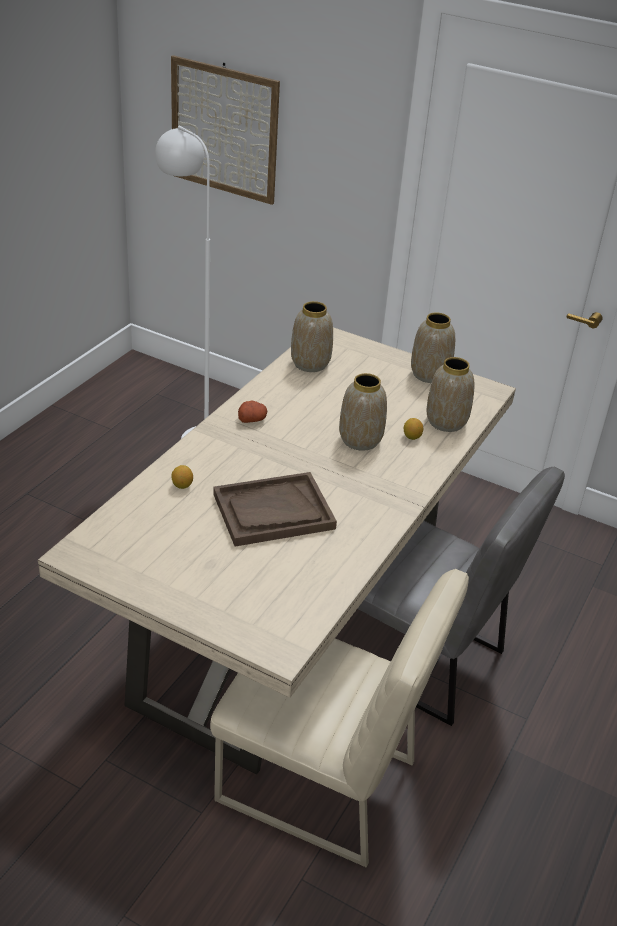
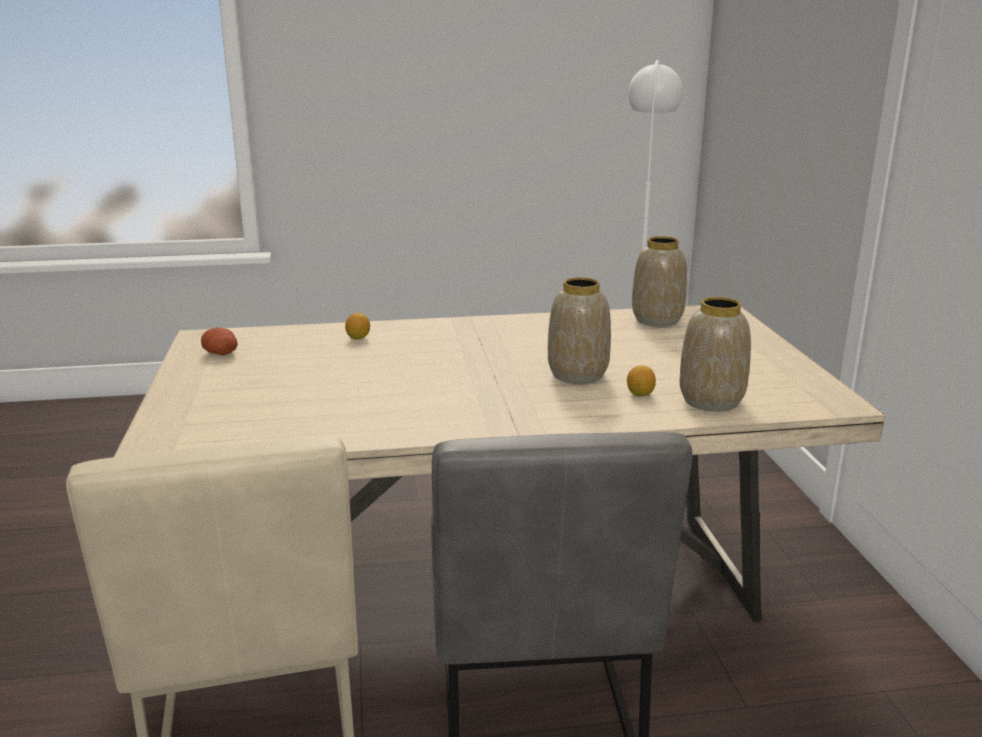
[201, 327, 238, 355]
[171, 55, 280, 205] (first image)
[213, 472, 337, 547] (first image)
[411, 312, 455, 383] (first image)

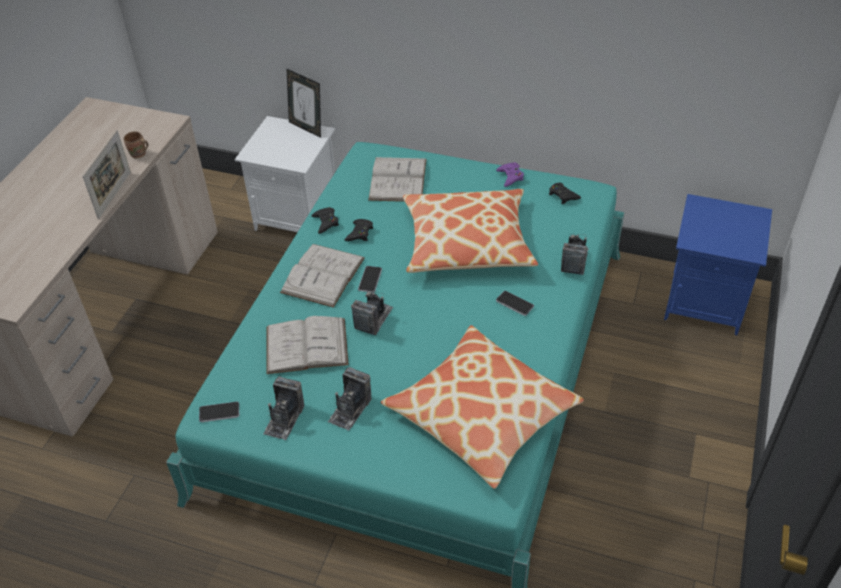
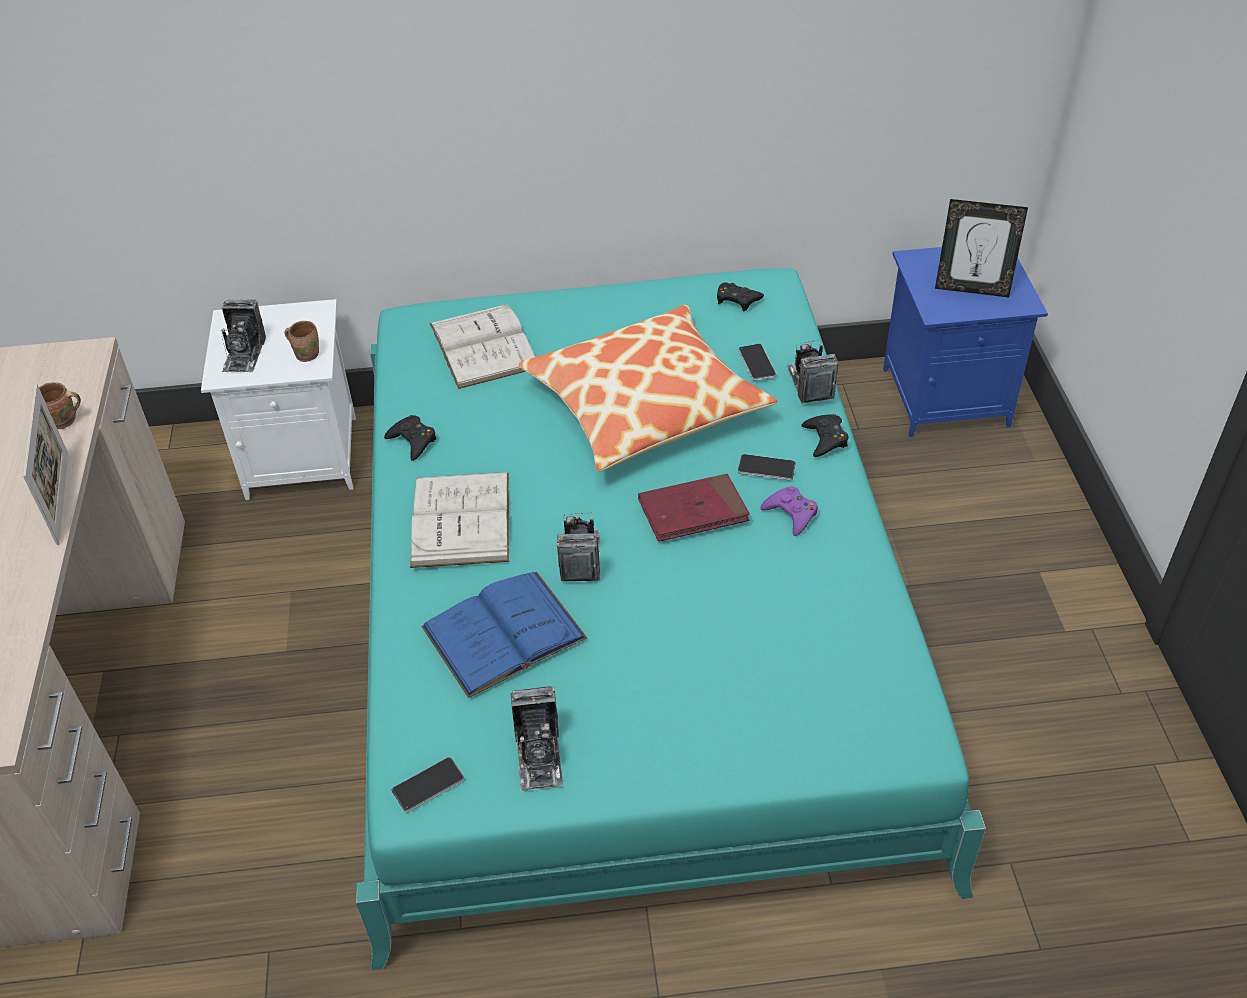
[221, 300, 266, 372]
[285, 321, 319, 362]
[421, 571, 587, 698]
[638, 474, 750, 542]
[738, 344, 776, 381]
[761, 486, 818, 536]
[802, 414, 848, 457]
[935, 199, 1028, 297]
[381, 325, 584, 489] (first image)

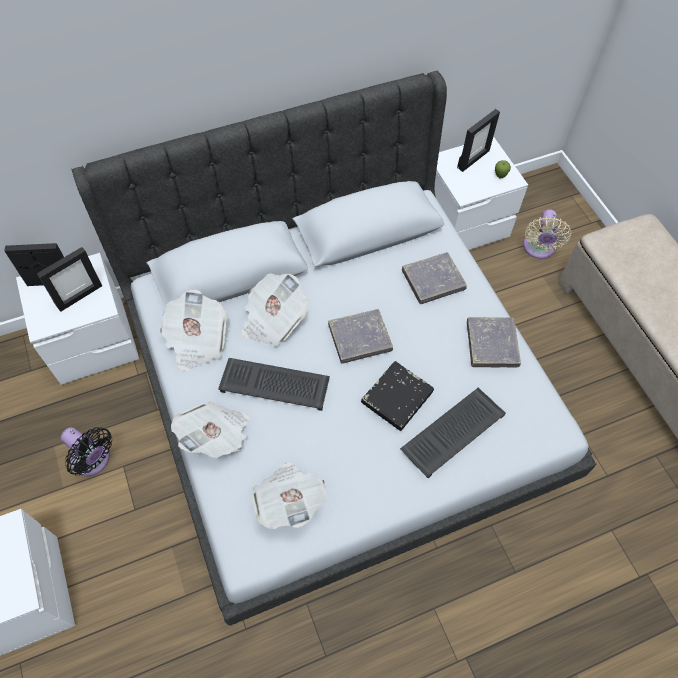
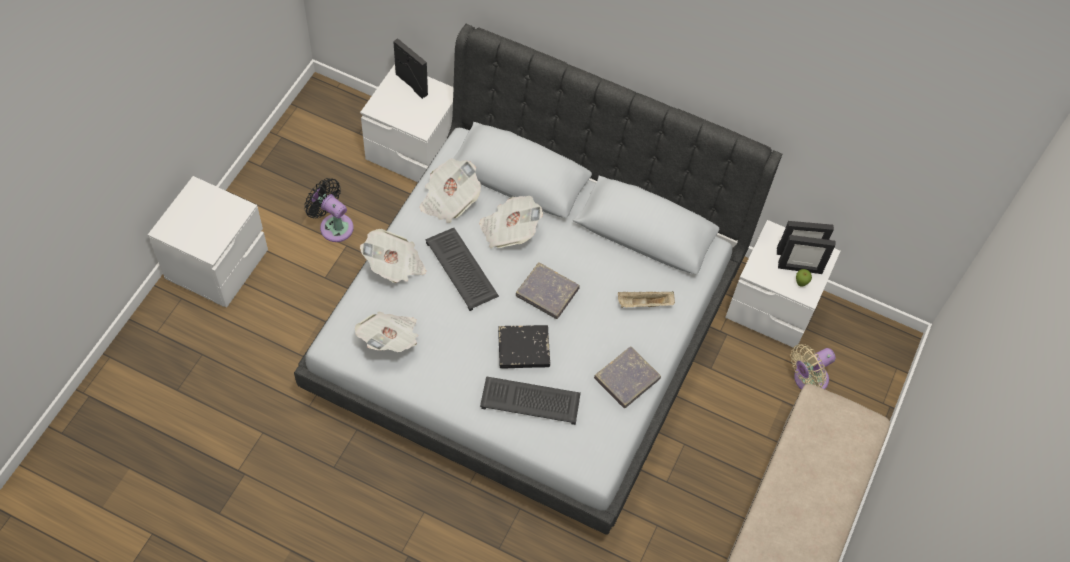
[304, 178, 354, 242]
[618, 292, 675, 308]
[778, 235, 835, 274]

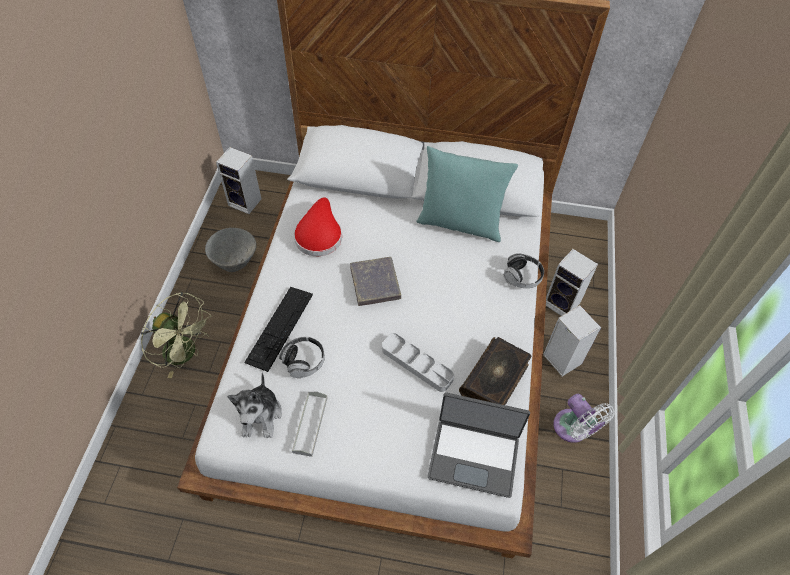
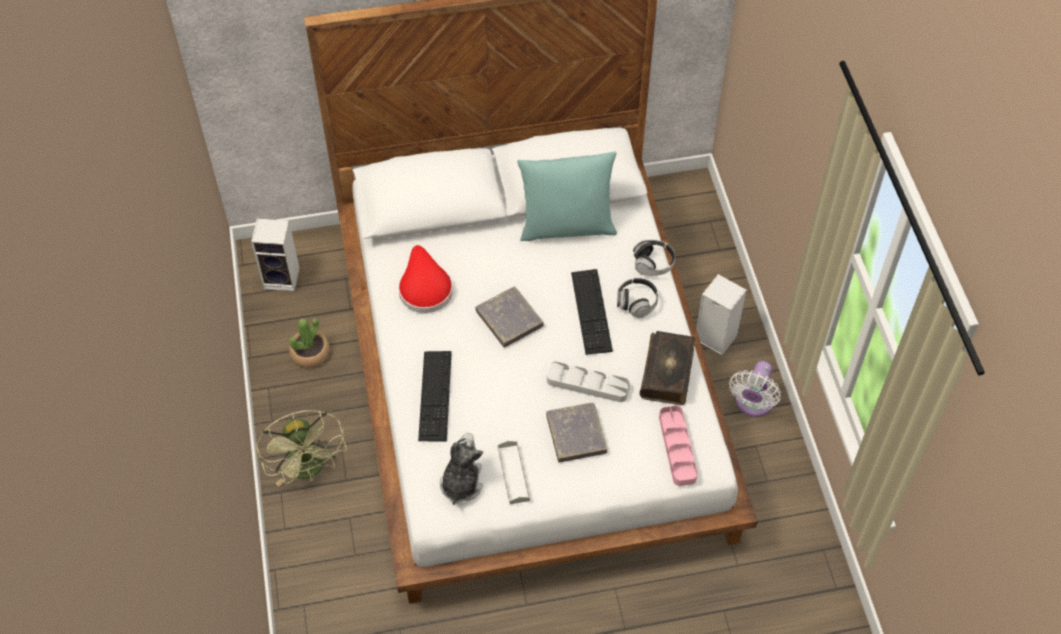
[256, 410, 347, 486]
[289, 318, 330, 368]
[440, 433, 483, 505]
[546, 403, 607, 462]
[571, 269, 613, 355]
[617, 278, 659, 318]
[659, 406, 698, 486]
[729, 361, 781, 417]
[546, 249, 598, 316] (first image)

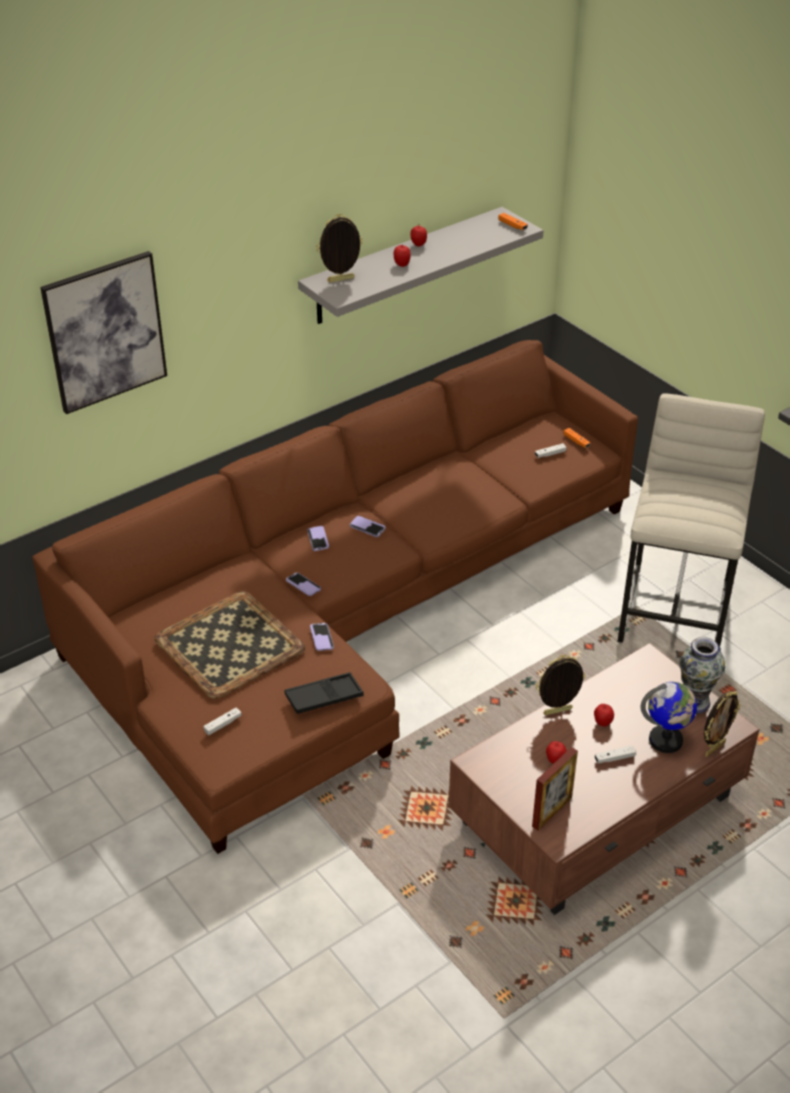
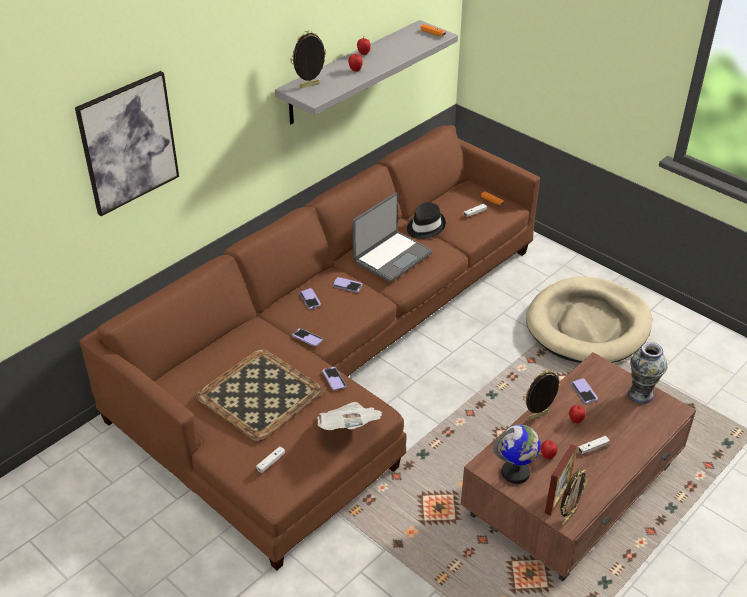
[317, 402, 382, 430]
[353, 192, 433, 282]
[407, 202, 446, 239]
[494, 424, 540, 484]
[526, 277, 652, 363]
[560, 469, 587, 527]
[571, 378, 598, 404]

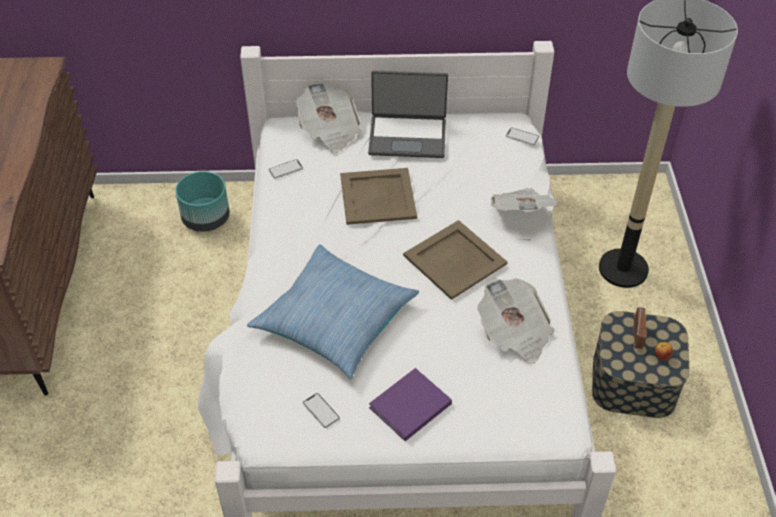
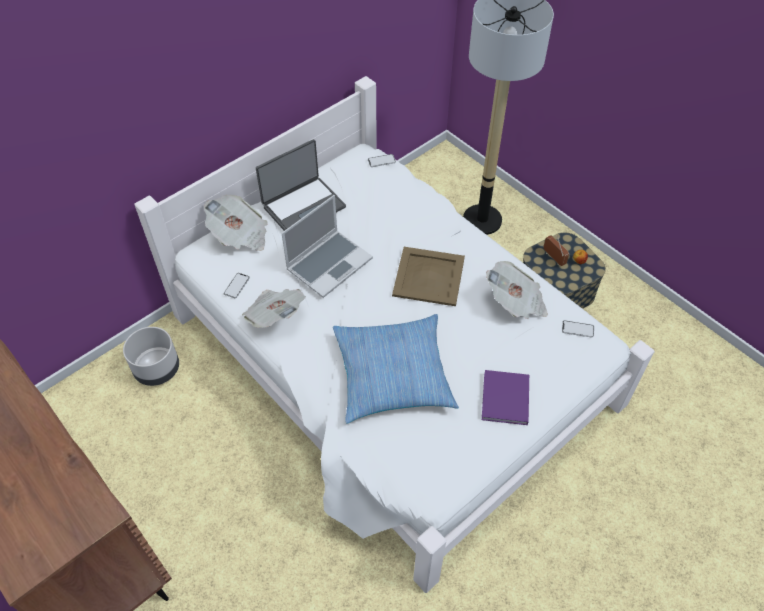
[123, 327, 179, 386]
[242, 289, 306, 328]
[281, 195, 373, 298]
[562, 320, 594, 338]

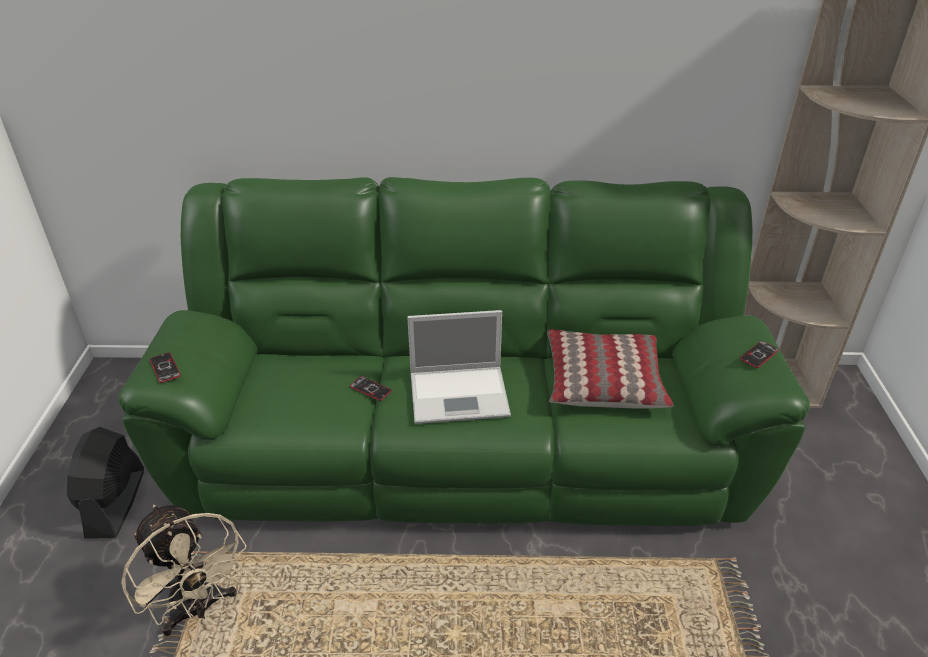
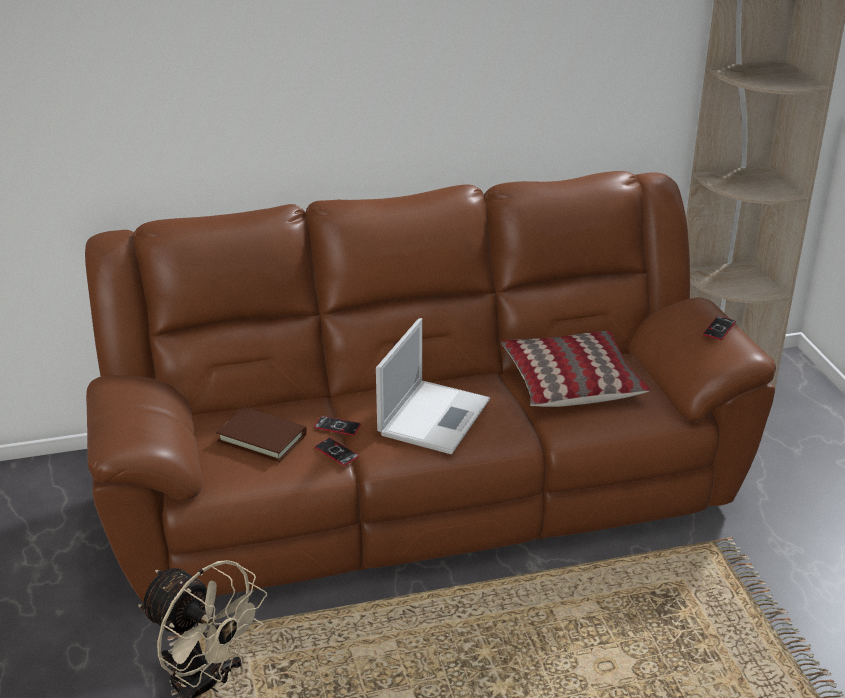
[85, 171, 776, 602]
[216, 407, 307, 462]
[315, 438, 359, 466]
[376, 318, 490, 454]
[67, 427, 144, 539] (first image)

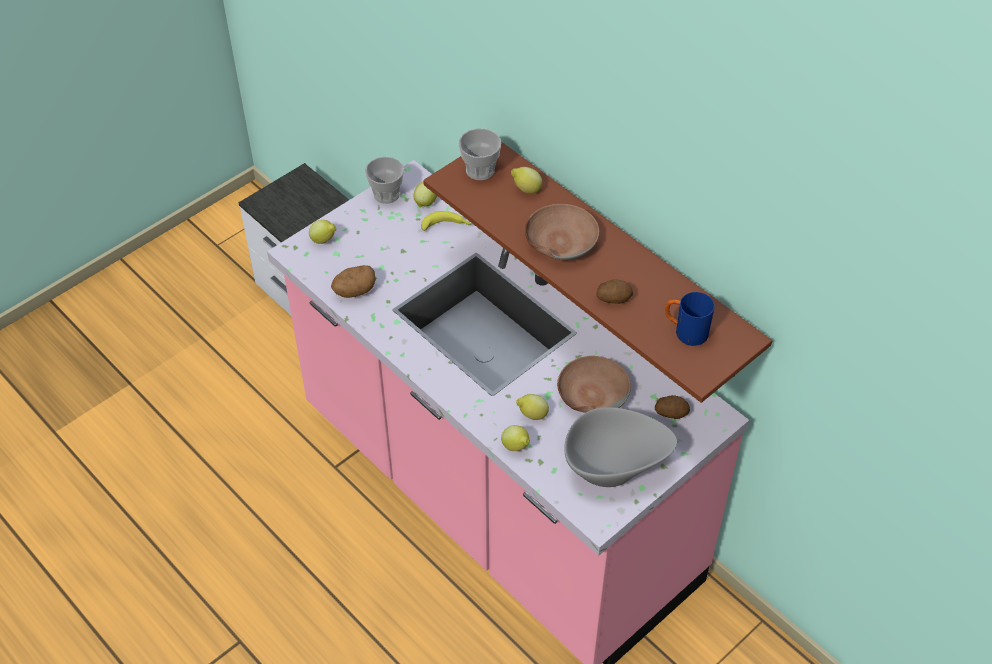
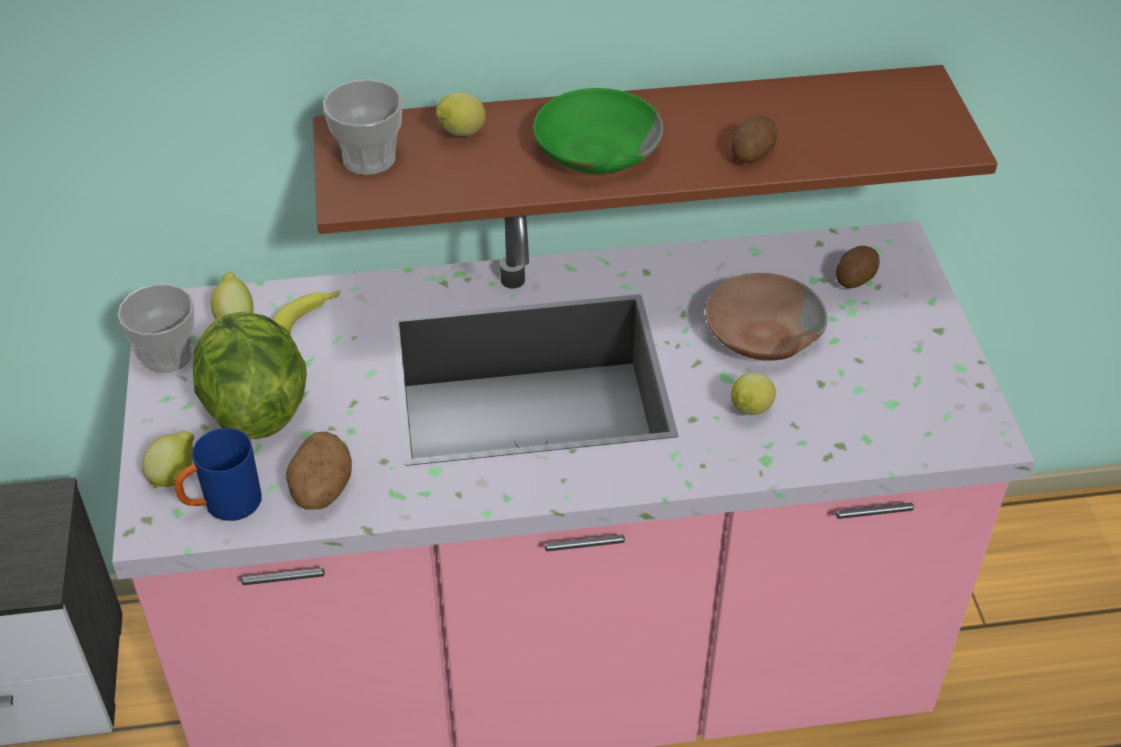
[174, 428, 262, 521]
[193, 312, 307, 439]
[533, 88, 663, 174]
[501, 425, 530, 451] (first image)
[564, 407, 677, 487] (first image)

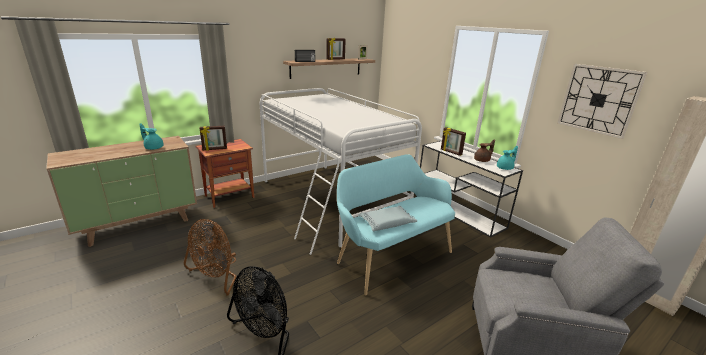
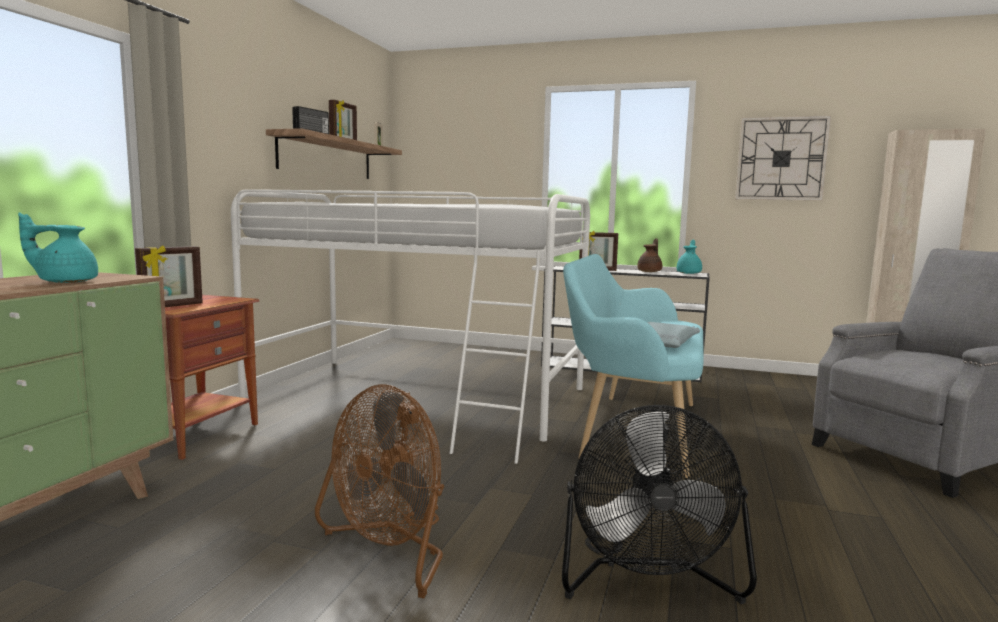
[315, 384, 444, 598]

